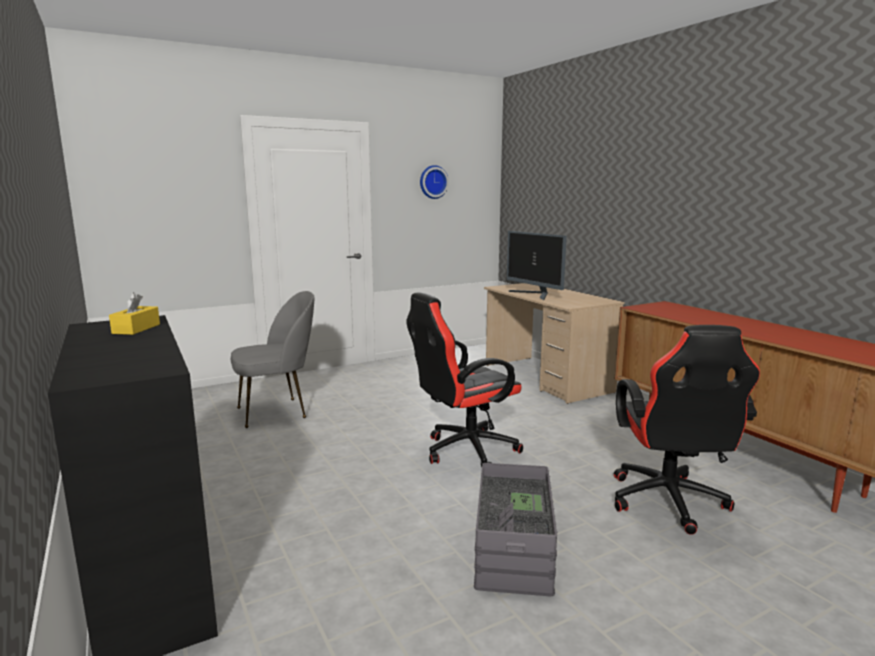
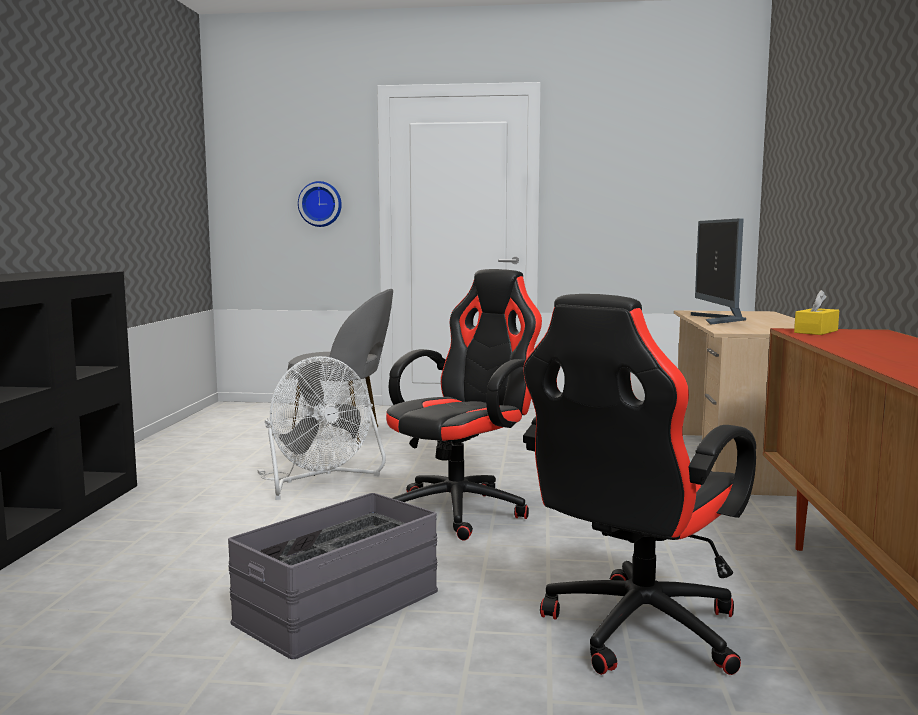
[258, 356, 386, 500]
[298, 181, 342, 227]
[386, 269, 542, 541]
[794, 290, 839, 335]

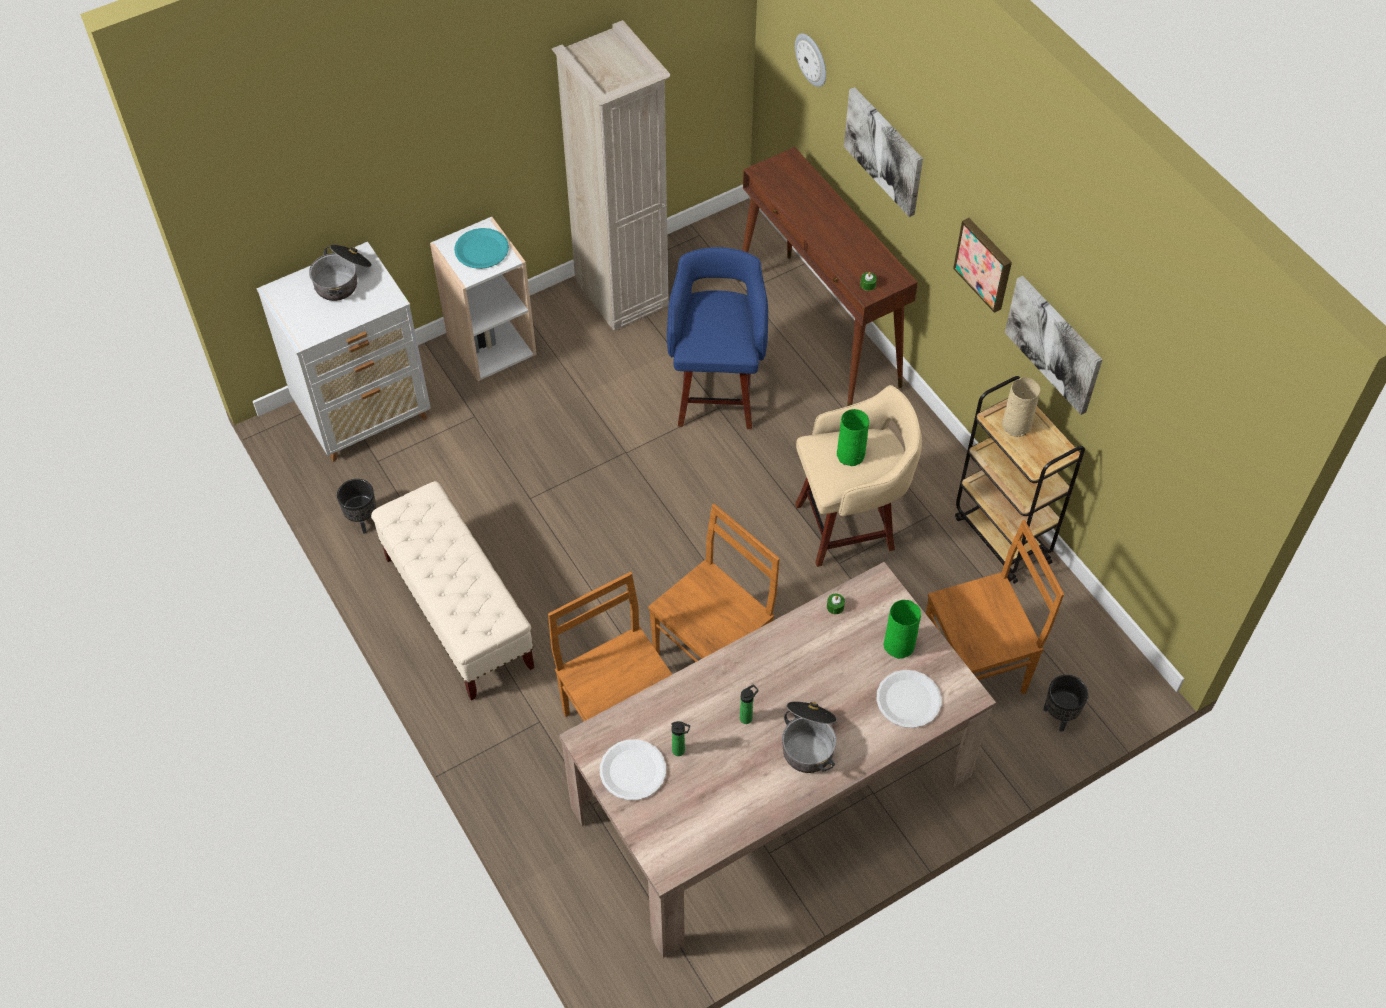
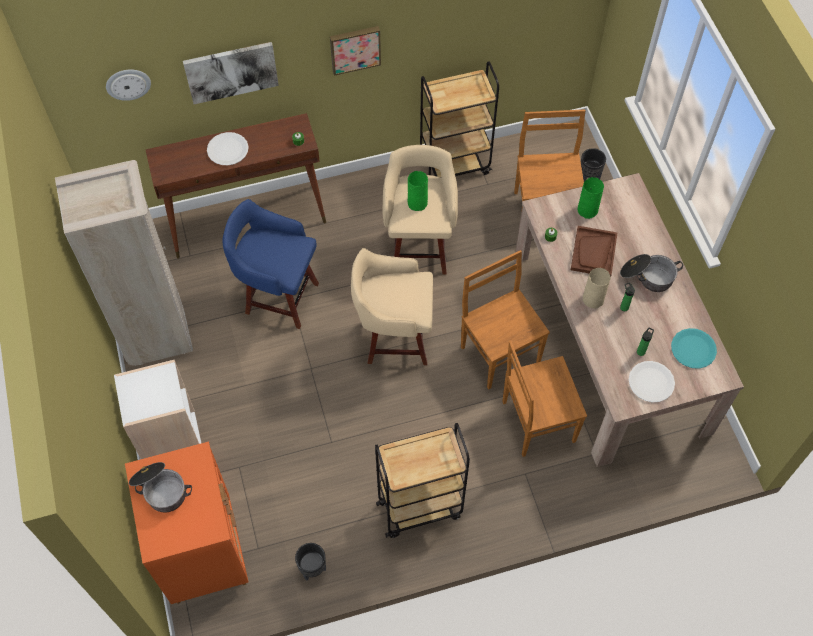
[125, 442, 249, 604]
[207, 132, 249, 165]
[351, 248, 433, 365]
[375, 423, 470, 538]
[571, 226, 618, 276]
[583, 268, 611, 308]
[671, 328, 717, 369]
[1005, 276, 1103, 415] (first image)

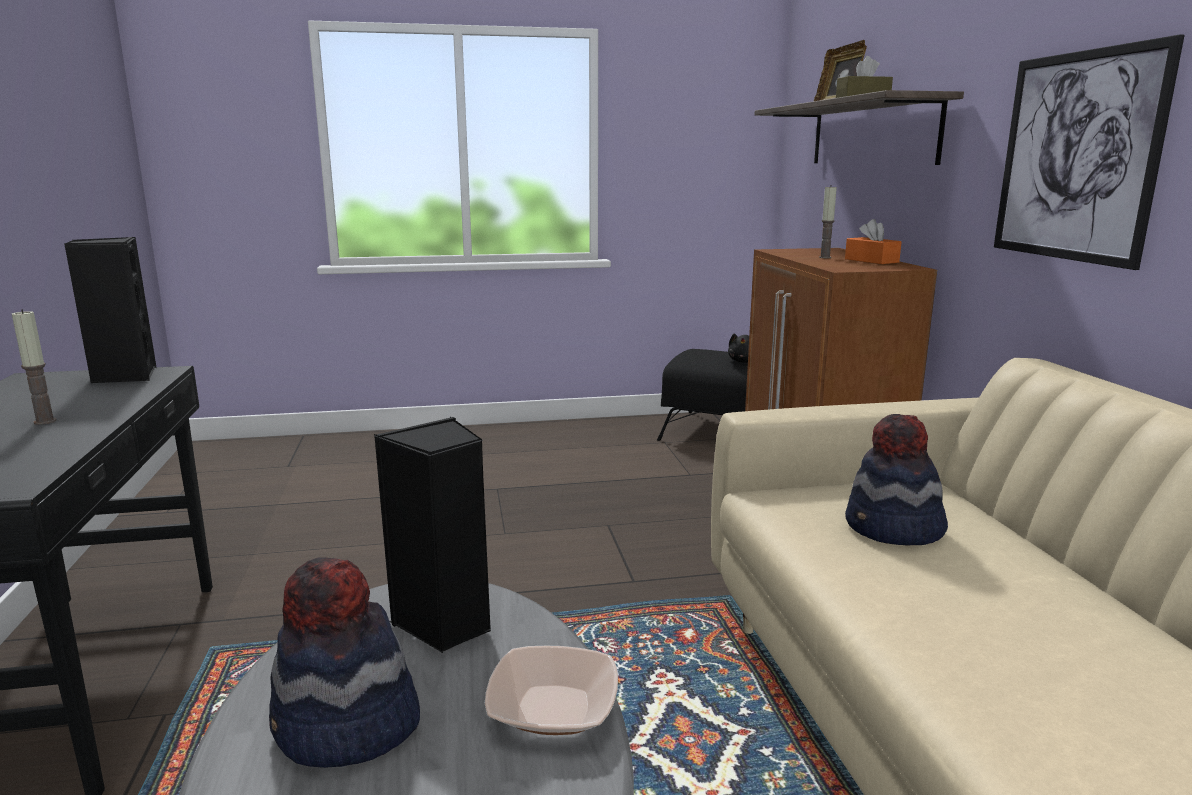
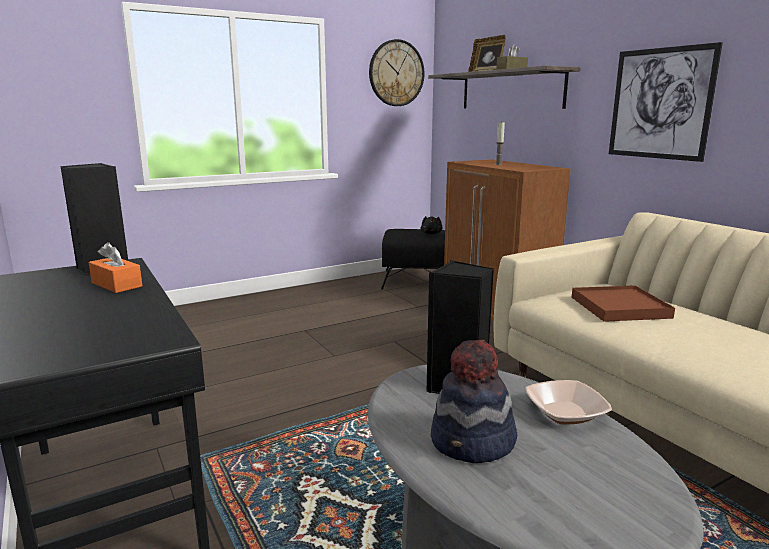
[89, 242, 142, 293]
[369, 39, 425, 106]
[572, 285, 675, 322]
[12, 309, 57, 425] (first image)

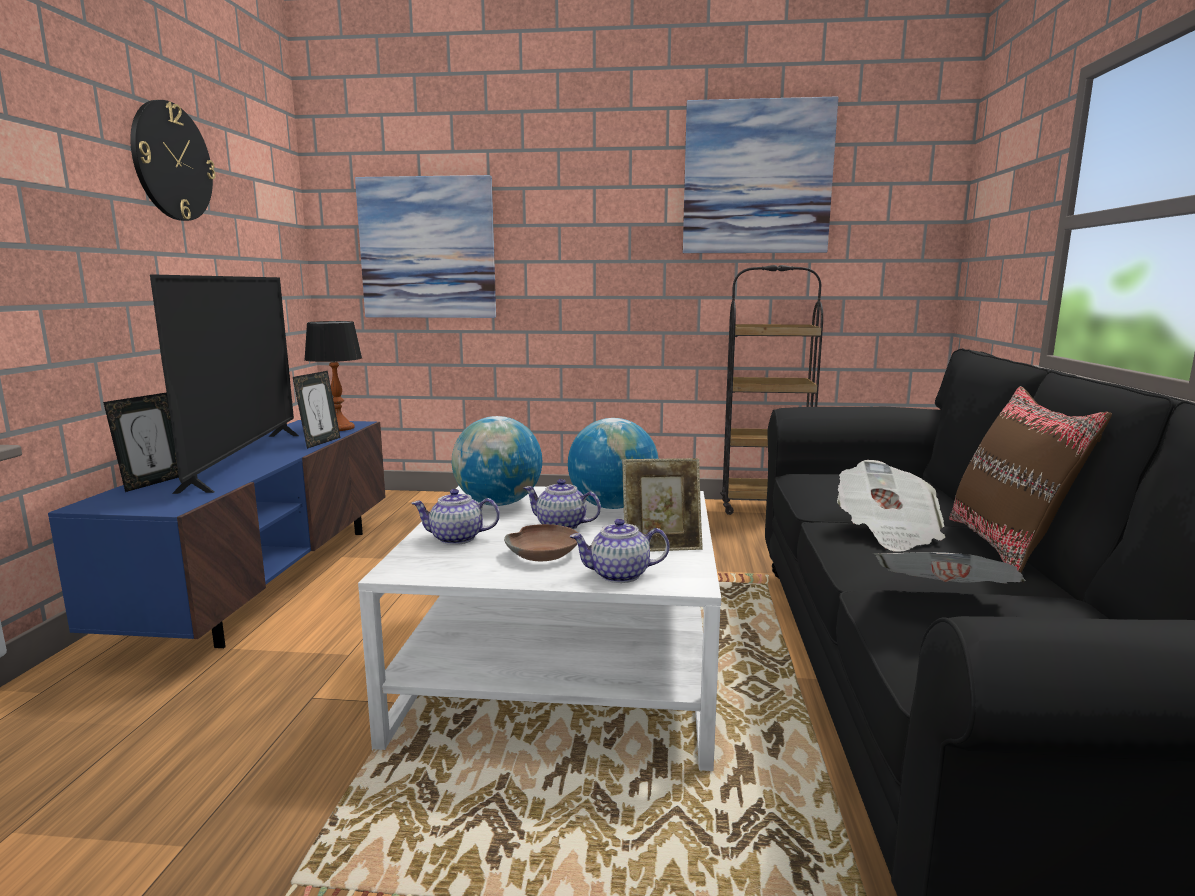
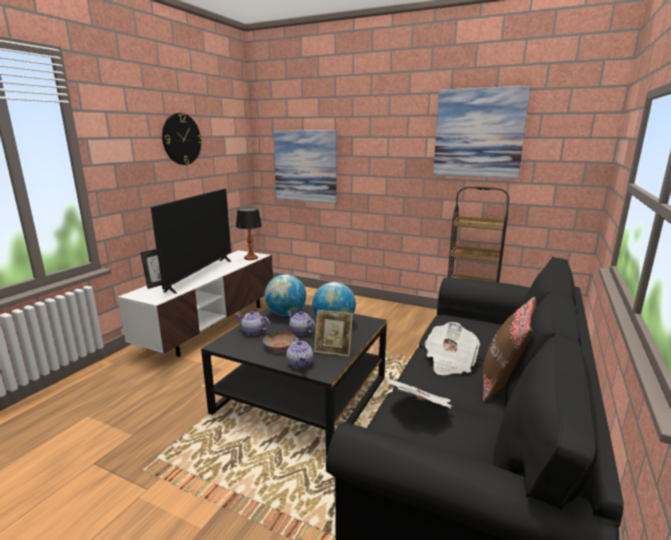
[118, 250, 273, 357]
[201, 304, 387, 455]
[286, 337, 313, 368]
[293, 371, 340, 449] (first image)

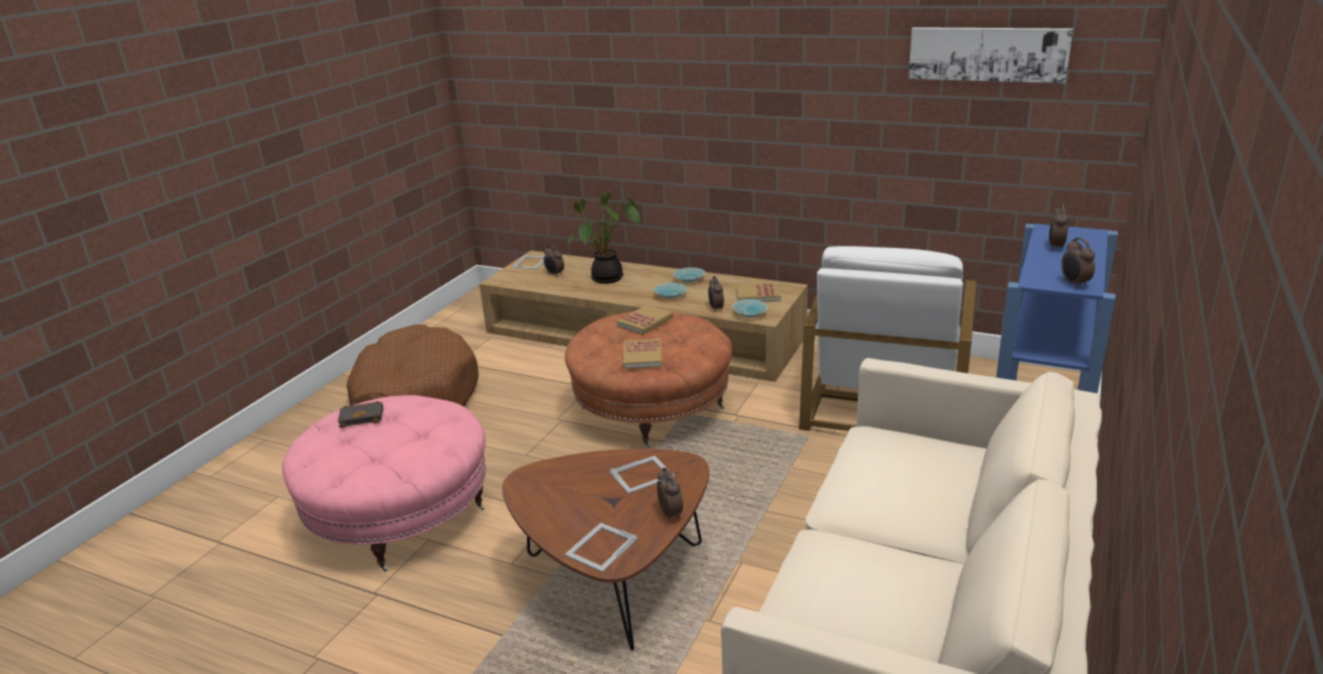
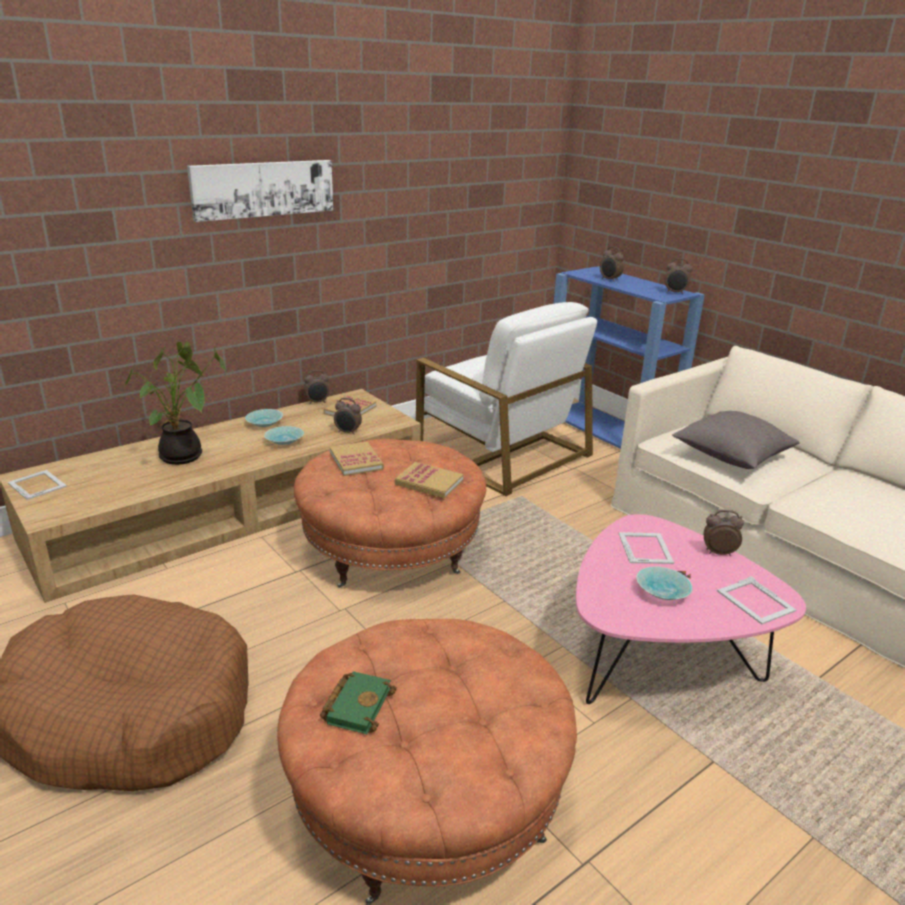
[187, 160, 333, 222]
[277, 619, 577, 905]
[304, 370, 329, 404]
[320, 671, 397, 734]
[576, 514, 806, 704]
[636, 567, 693, 600]
[672, 411, 800, 469]

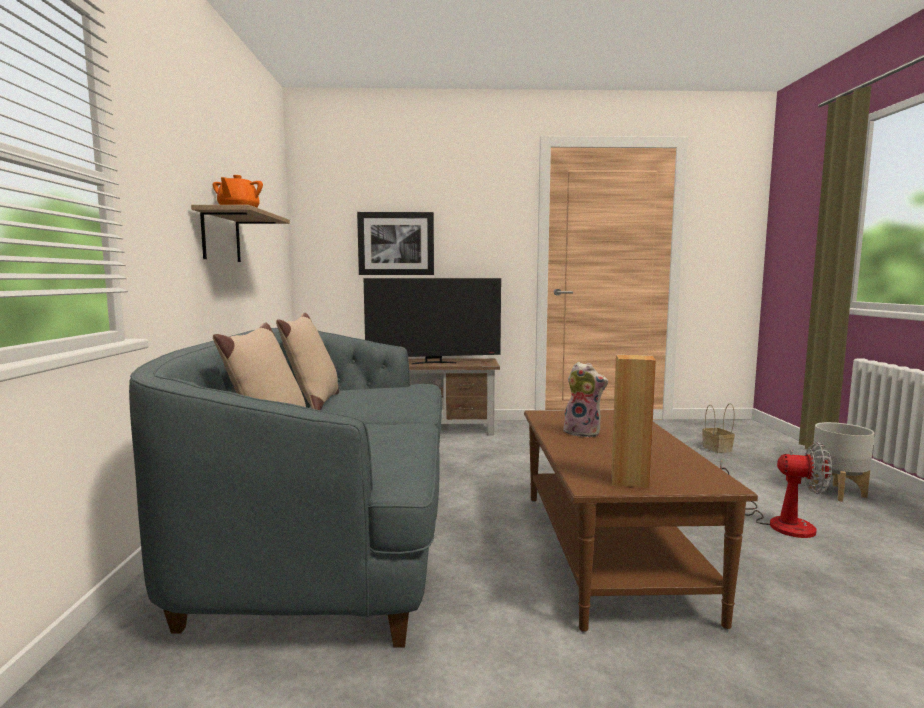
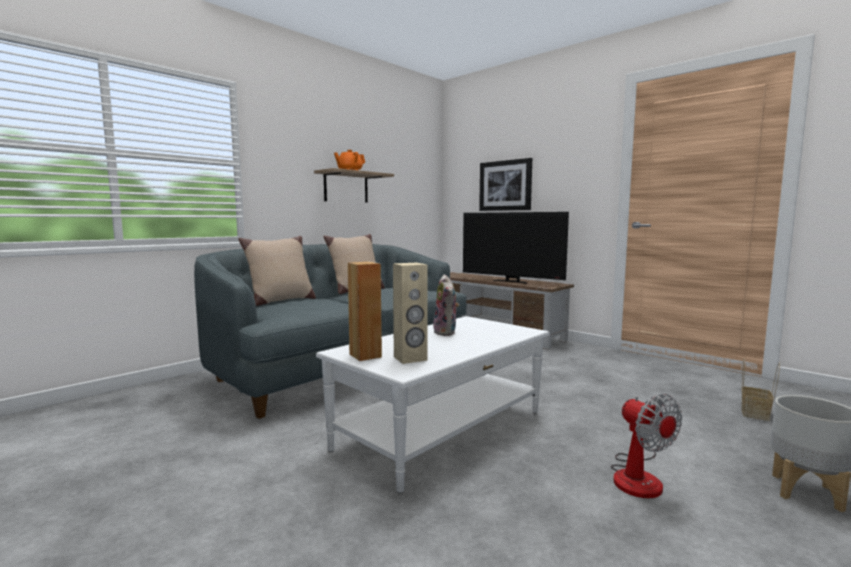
[316, 316, 550, 493]
[393, 263, 428, 364]

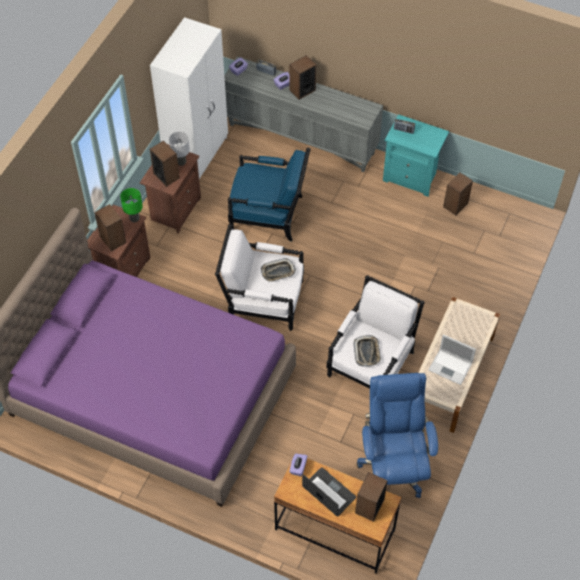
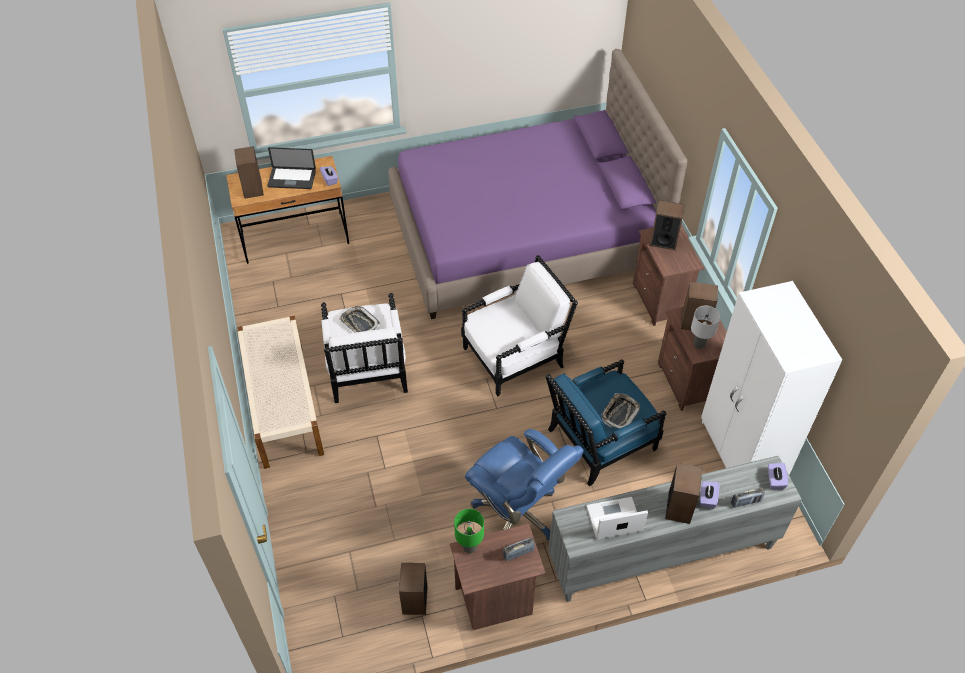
[450, 524, 546, 630]
[454, 509, 484, 553]
[465, 429, 584, 540]
[586, 497, 648, 539]
[601, 393, 640, 428]

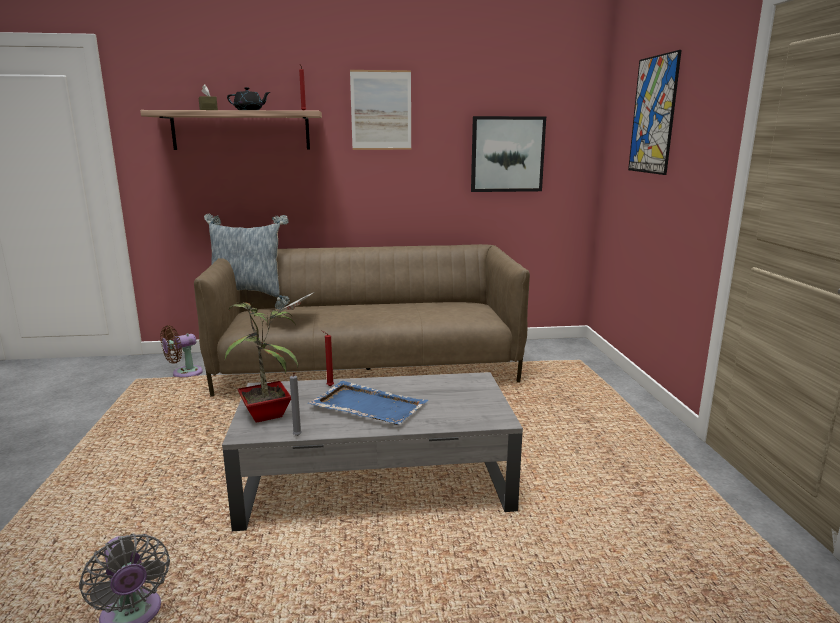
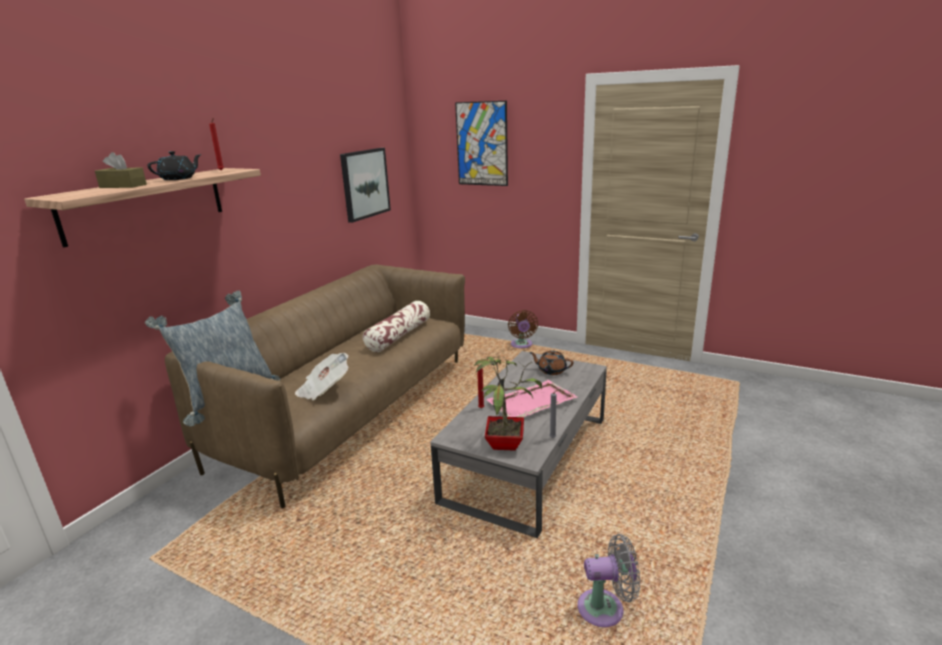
[363, 301, 430, 352]
[486, 380, 578, 417]
[508, 310, 538, 348]
[529, 350, 574, 375]
[350, 70, 411, 150] (first image)

